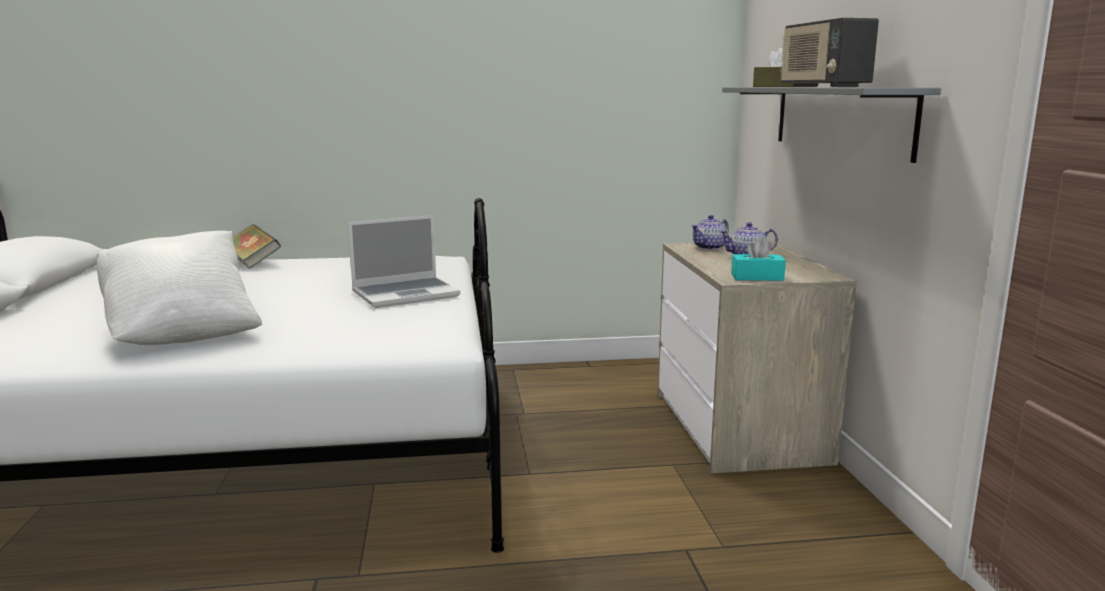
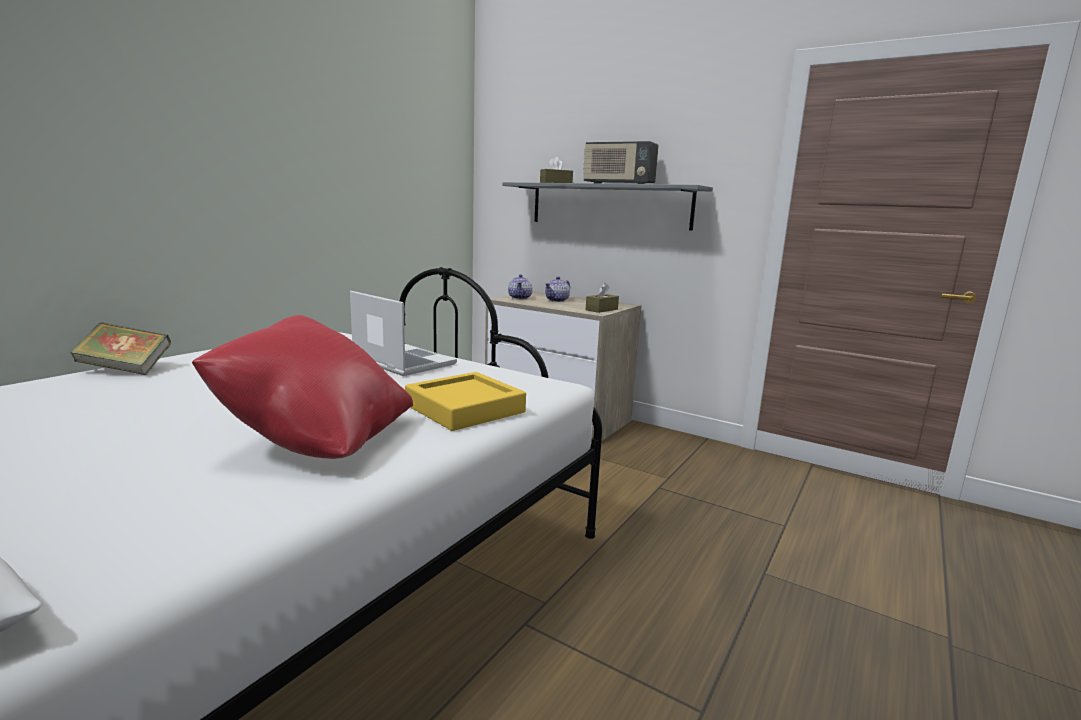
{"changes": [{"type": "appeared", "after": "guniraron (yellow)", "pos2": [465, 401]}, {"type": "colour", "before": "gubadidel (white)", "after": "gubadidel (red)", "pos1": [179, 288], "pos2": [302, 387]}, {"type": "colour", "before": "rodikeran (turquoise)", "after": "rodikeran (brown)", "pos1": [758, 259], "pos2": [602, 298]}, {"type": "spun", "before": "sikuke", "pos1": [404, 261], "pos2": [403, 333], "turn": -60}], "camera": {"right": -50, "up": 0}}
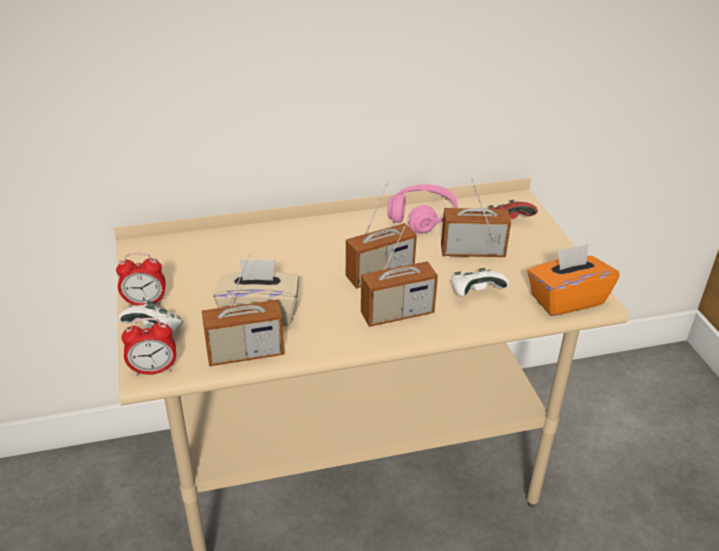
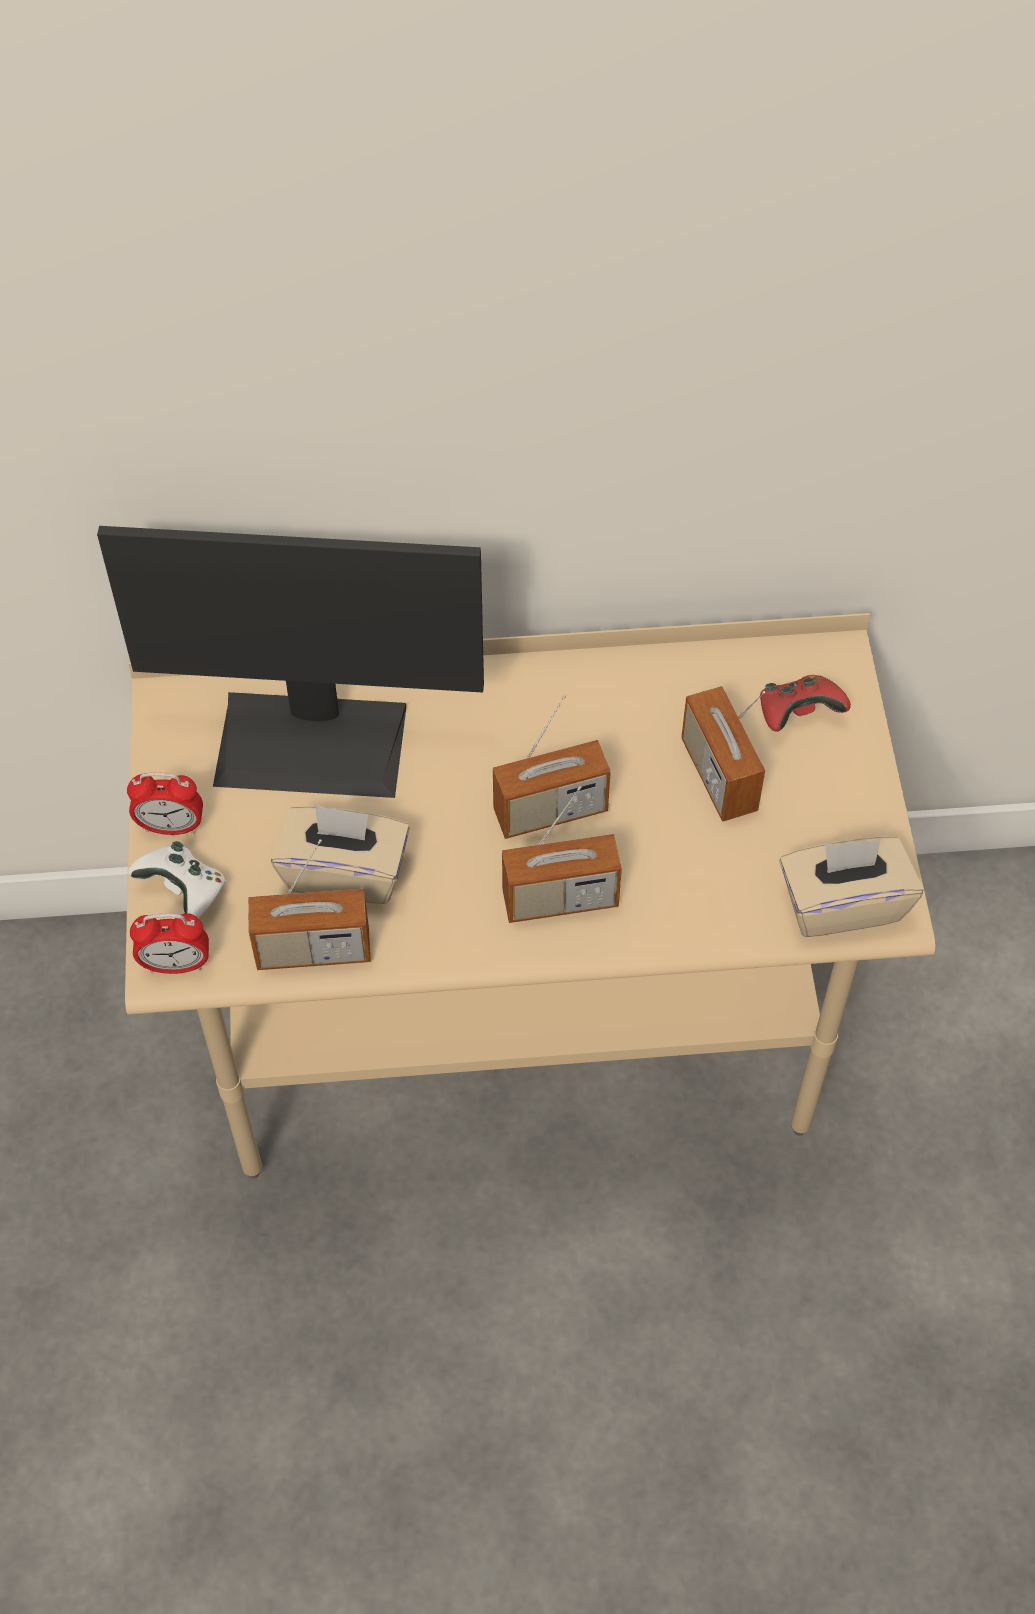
{"changes": [{"type": "missing", "before": "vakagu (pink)", "pos1": [422, 209]}, {"type": "missing", "before": "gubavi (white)", "pos1": [480, 282]}, {"type": "appeared", "after": "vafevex", "pos2": [290, 662]}, {"type": "colour", "before": "rodikeran (orange)", "after": "rodikeran (beige)", "pos1": [573, 280], "pos2": [851, 887]}, {"type": "spun", "before": "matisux", "pos1": [476, 217], "pos2": [723, 754], "turn": -120}], "camera": {"right": 10, "up": 20}}
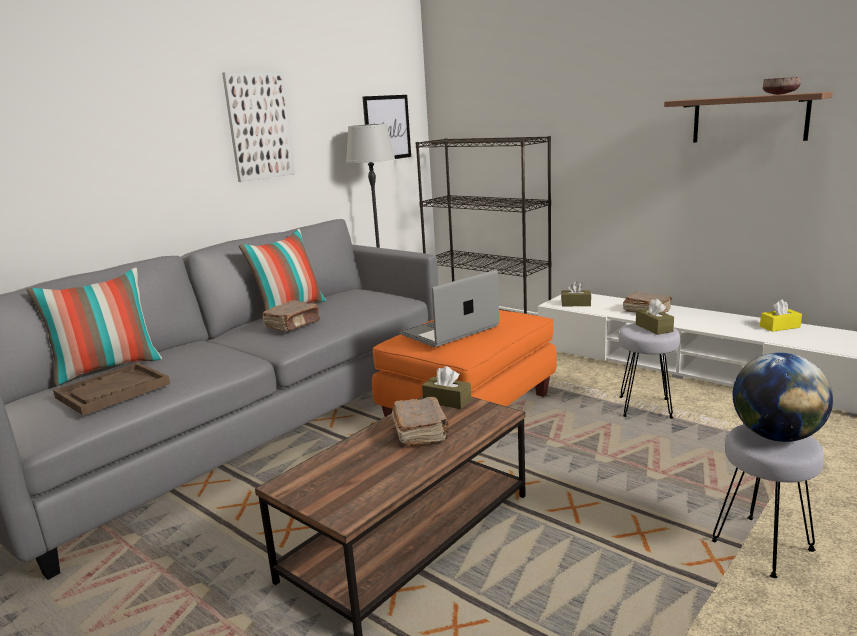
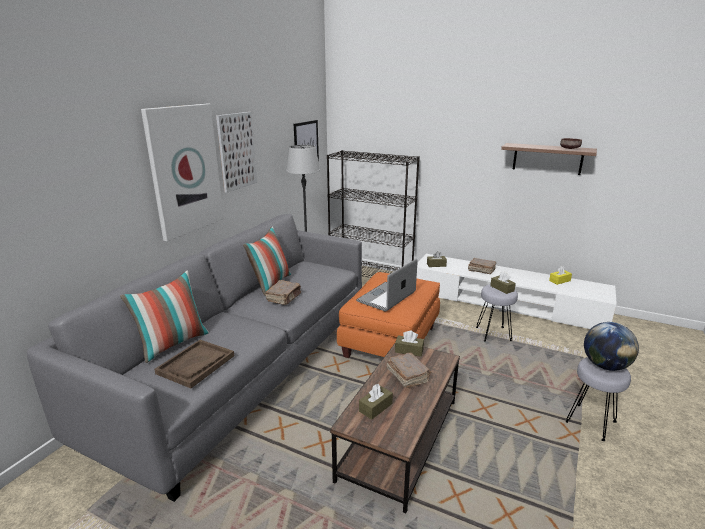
{"changes": [{"type": "appeared", "after": "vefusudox", "pos2": [182, 172]}, {"type": "appeared", "after": "rodikeran (brown)", "pos2": [376, 402]}], "camera": {"right": -15, "up": 5}}
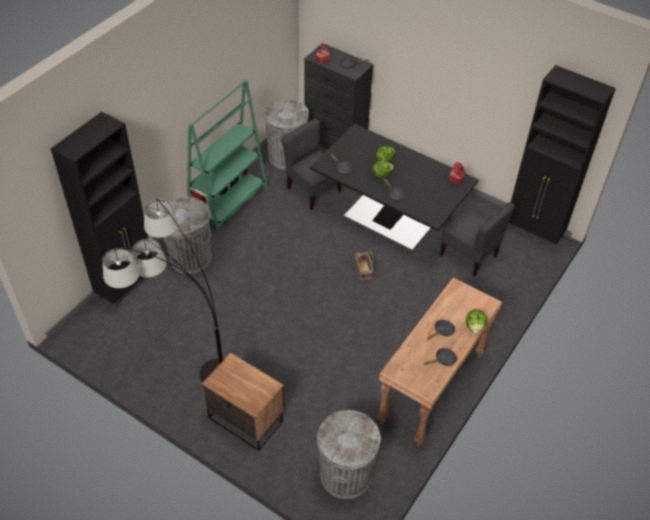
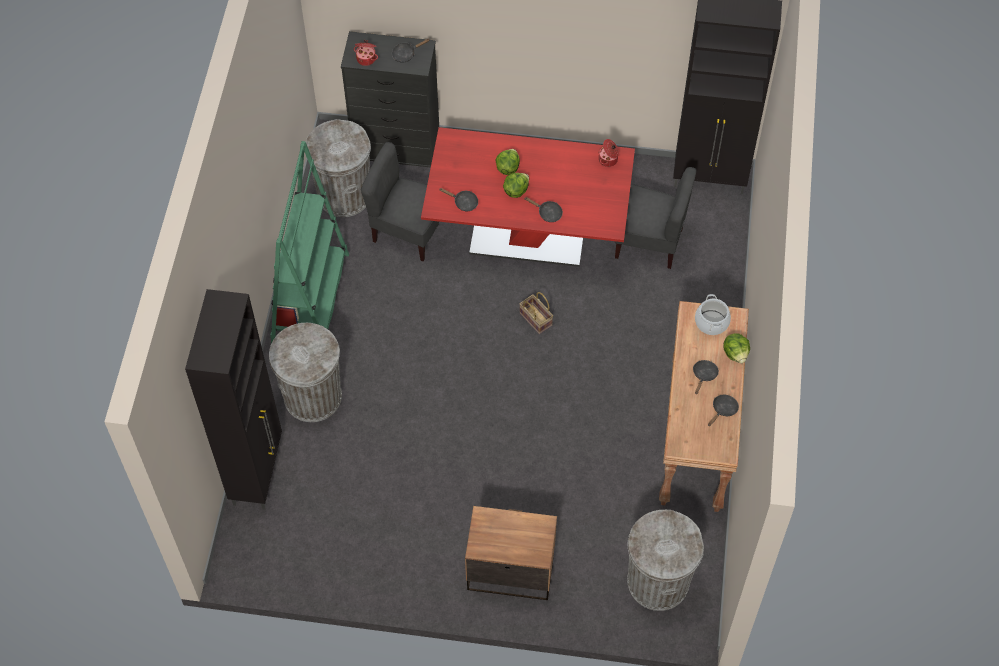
{"changes": [{"type": "missing", "before": "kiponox", "pos1": [162, 290]}, {"type": "appeared", "after": "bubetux", "pos2": [713, 314]}, {"type": "colour", "before": "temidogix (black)", "after": "temidogix (red)", "pos1": [394, 187], "pos2": [528, 197]}], "camera": {"right": -25, "up": 10}}
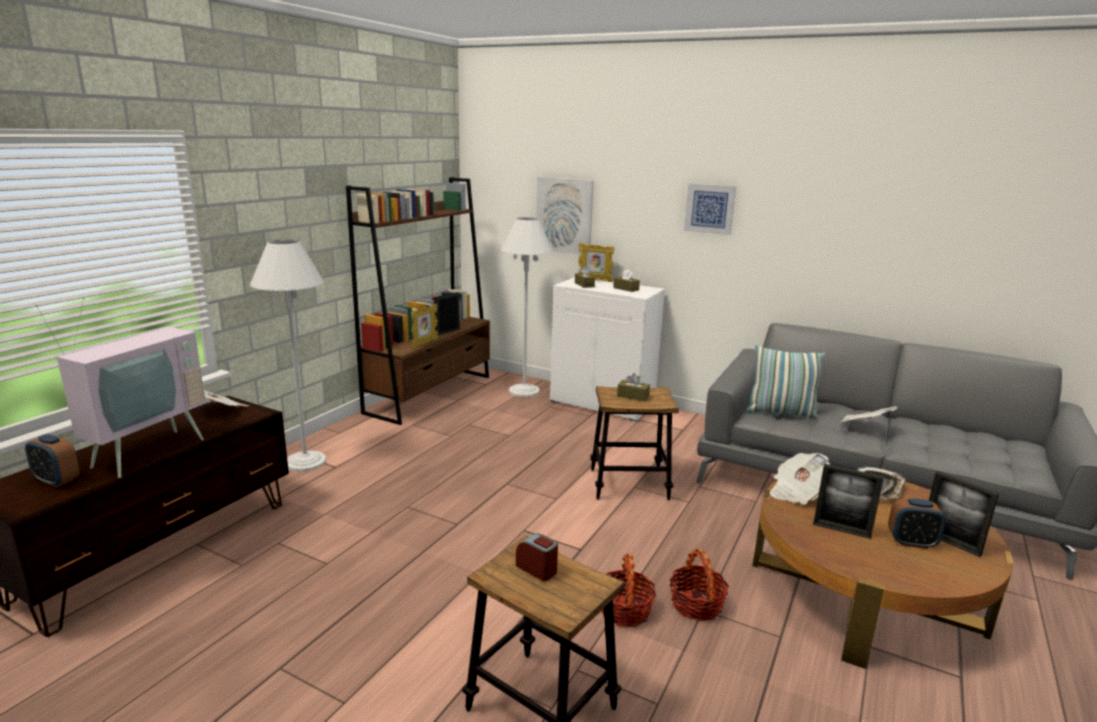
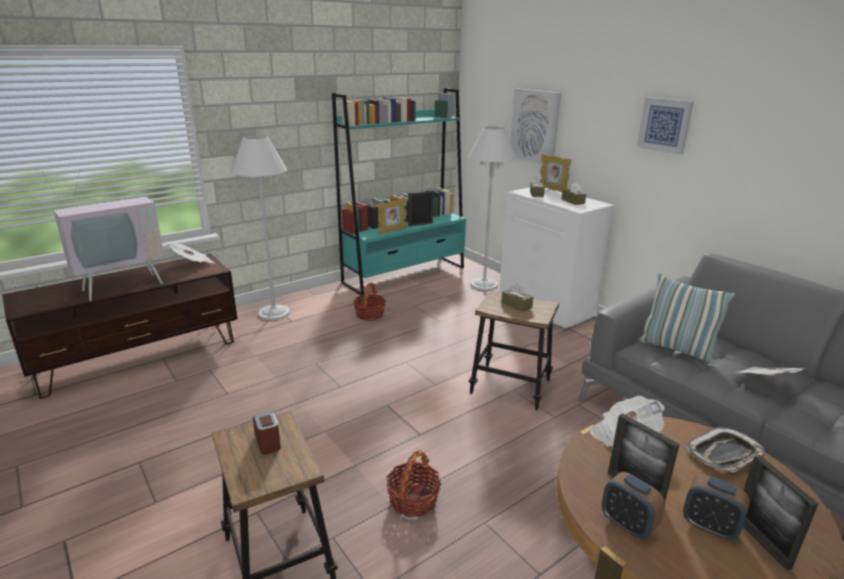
{"changes": [{"type": "relocated", "before": "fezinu", "pos1": [52, 460], "pos2": [633, 505]}, {"type": "relocated", "before": "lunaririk", "pos1": [699, 585], "pos2": [369, 301]}, {"type": "colour", "before": "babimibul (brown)", "after": "babimibul (turquoise)", "pos1": [418, 301], "pos2": [399, 191]}], "camera": {"right": 25, "up": 5}}
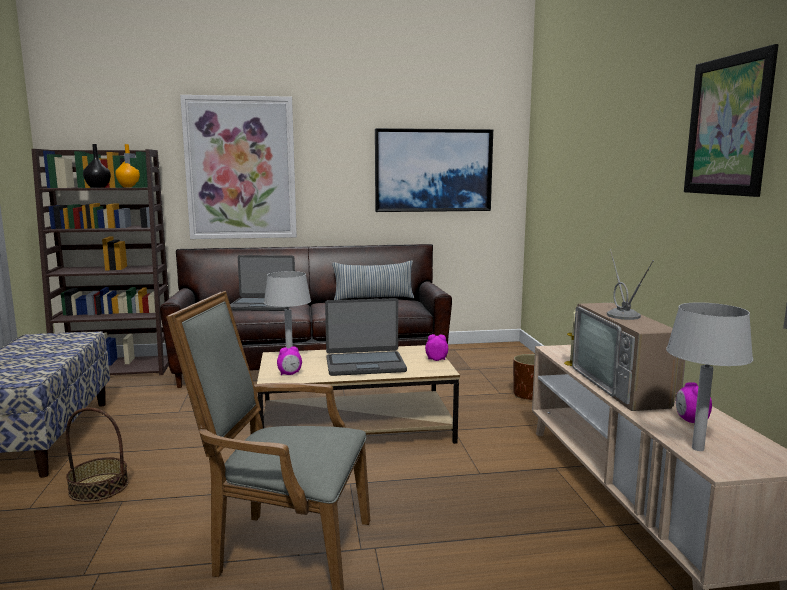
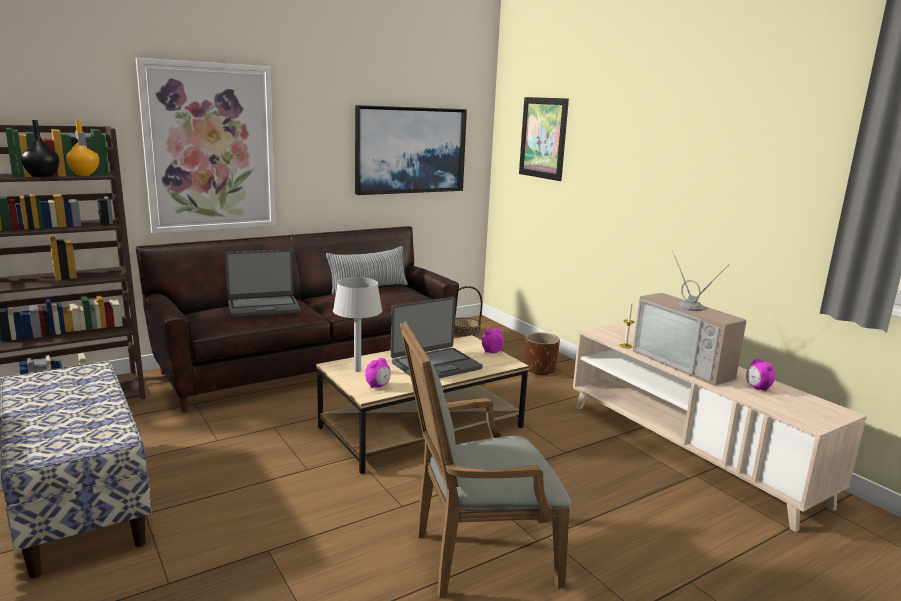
{"changes": [{"type": "missing", "before": "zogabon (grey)", "pos1": [709, 376]}, {"type": "relocated", "before": "lunaririk", "pos1": [97, 454], "pos2": [468, 311]}, {"type": "relocated", "before": "vefusudox", "pos1": [731, 120], "pos2": [544, 139]}], "camera": {"right": -25, "up": 5}}
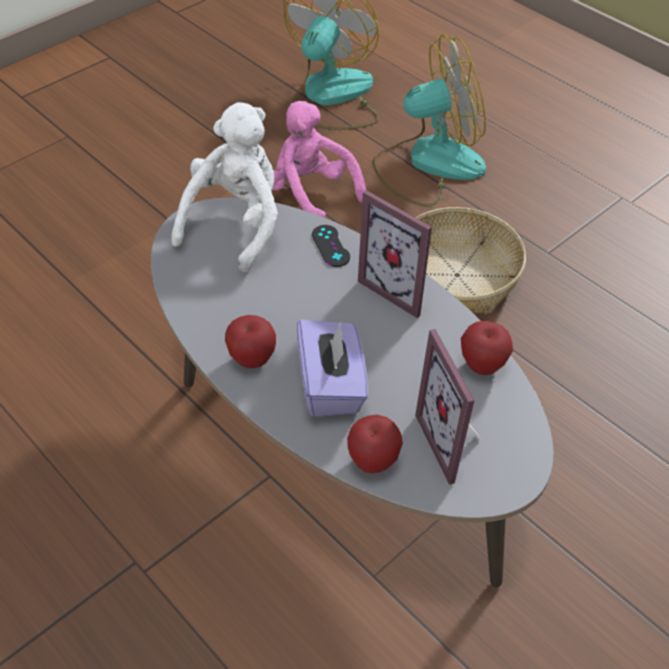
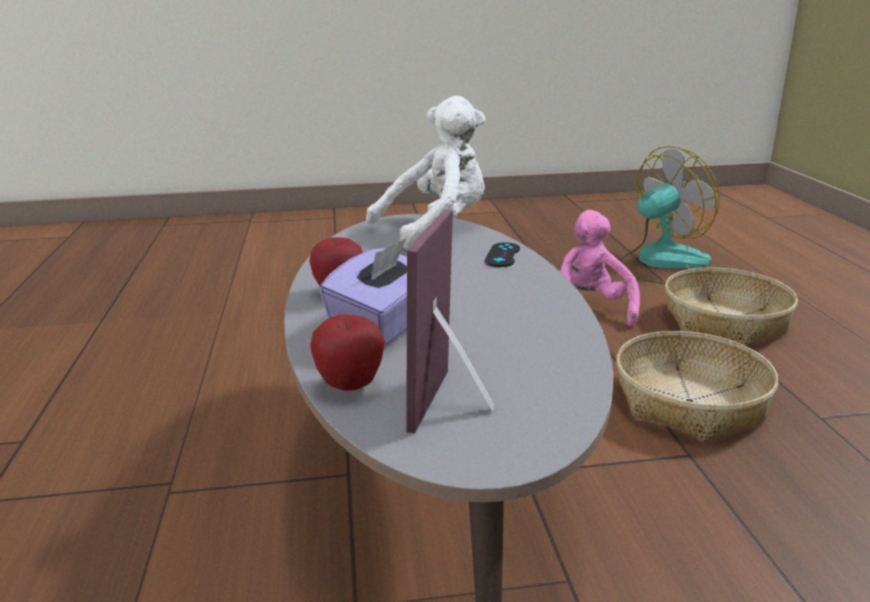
{"changes": [{"type": "missing", "before": "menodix", "pos1": [395, 254]}, {"type": "missing", "before": "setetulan", "pos1": [487, 348]}, {"type": "exchanged", "before": "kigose", "after": "lunaririk", "pos1": [429, 120], "pos2": [731, 306]}], "camera": {"right": 35, "up": -25}}
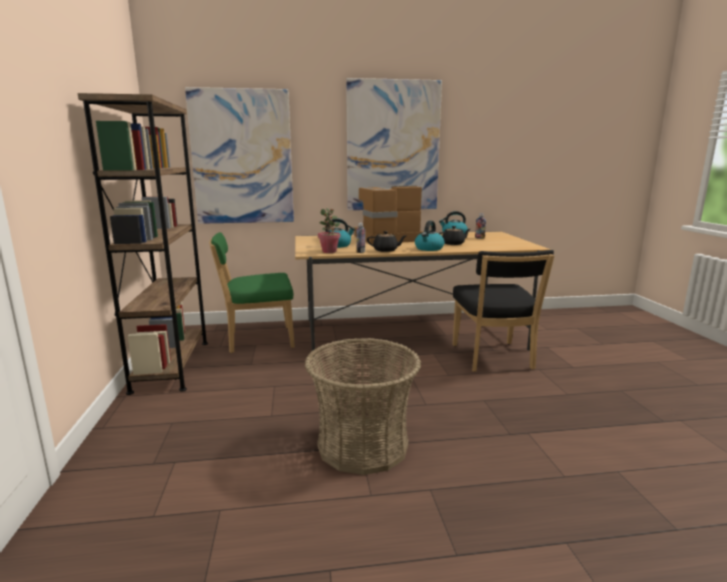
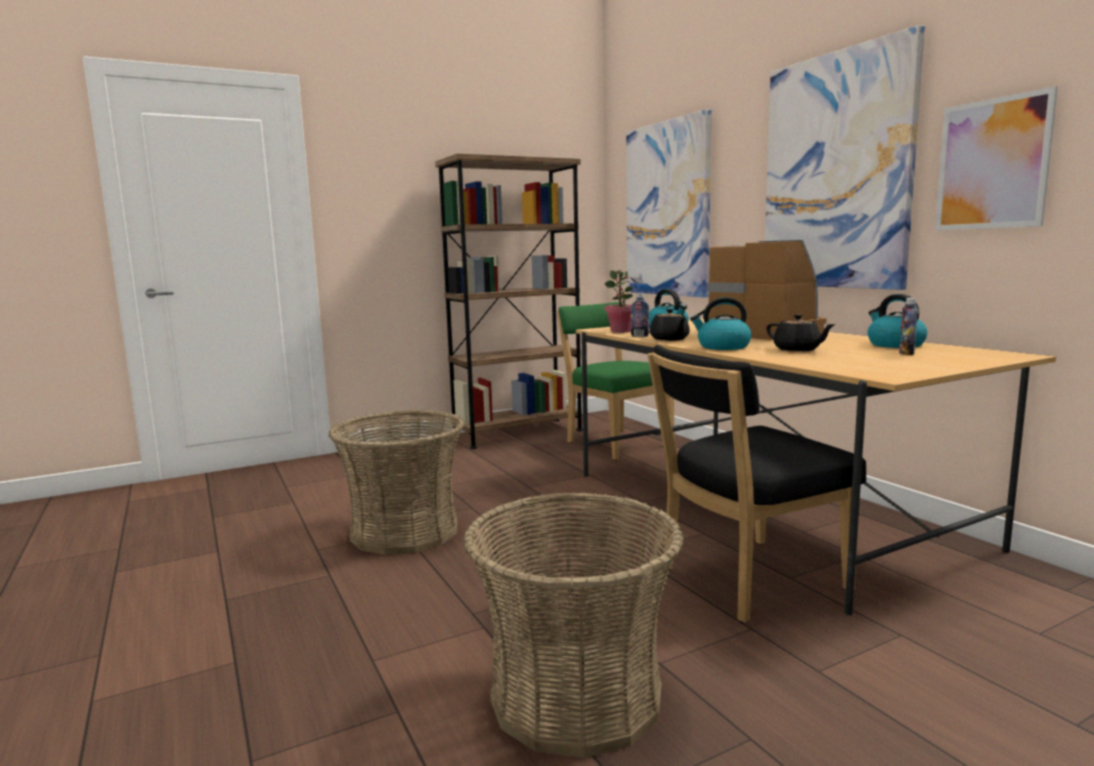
{"changes": [{"type": "appeared", "after": "lunaririk", "pos2": [573, 625]}, {"type": "appeared", "after": "vefusudox", "pos2": [996, 158]}], "camera": {"right": 70, "up": -5}}
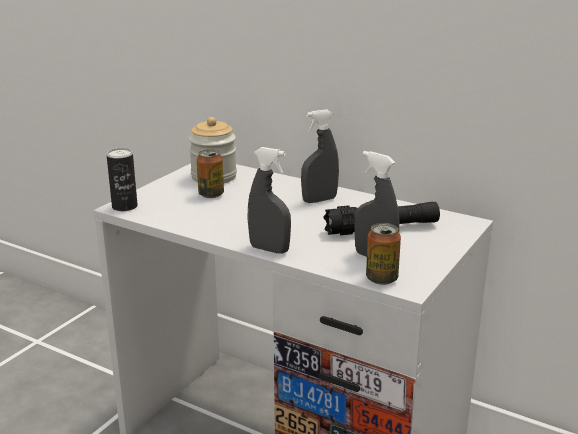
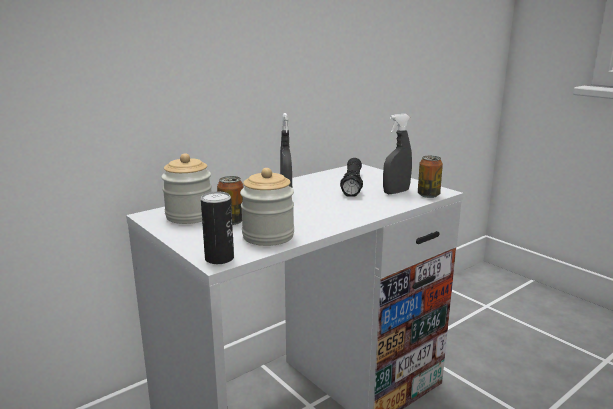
{"changes": [{"type": "missing", "before": "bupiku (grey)", "pos1": [269, 200]}, {"type": "appeared", "after": "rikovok", "pos2": [267, 207]}], "camera": {"right": -70, "up": -5}}
